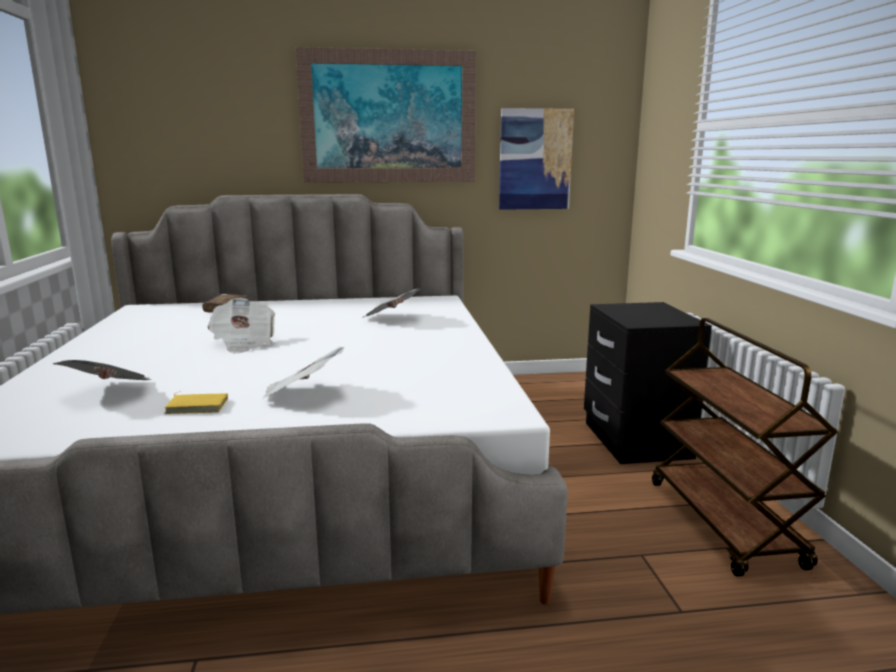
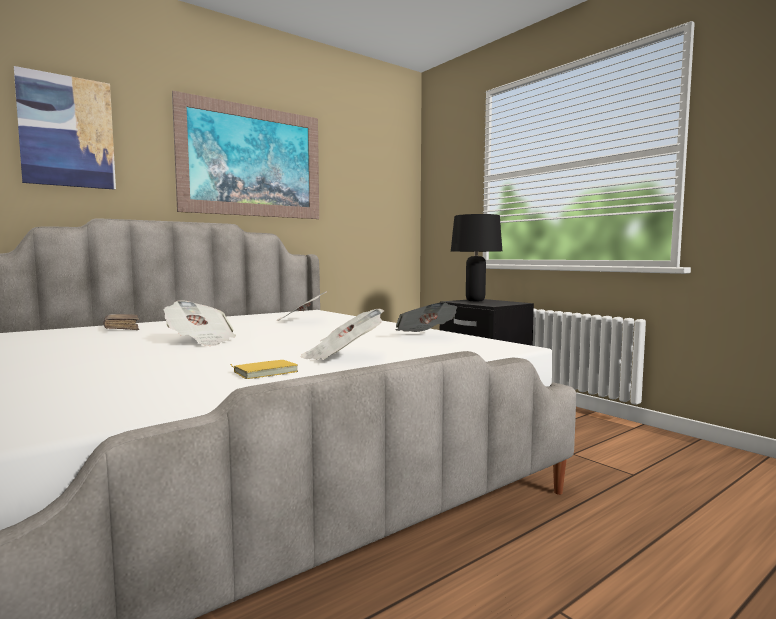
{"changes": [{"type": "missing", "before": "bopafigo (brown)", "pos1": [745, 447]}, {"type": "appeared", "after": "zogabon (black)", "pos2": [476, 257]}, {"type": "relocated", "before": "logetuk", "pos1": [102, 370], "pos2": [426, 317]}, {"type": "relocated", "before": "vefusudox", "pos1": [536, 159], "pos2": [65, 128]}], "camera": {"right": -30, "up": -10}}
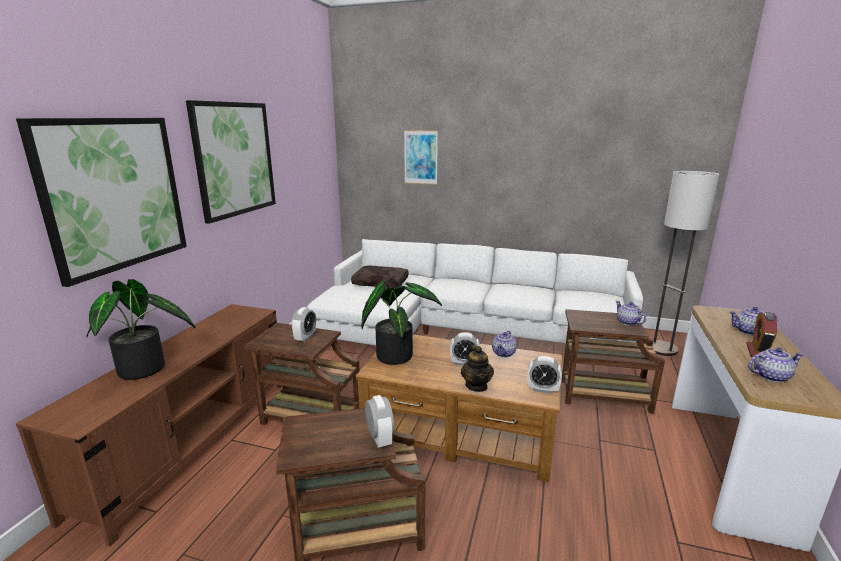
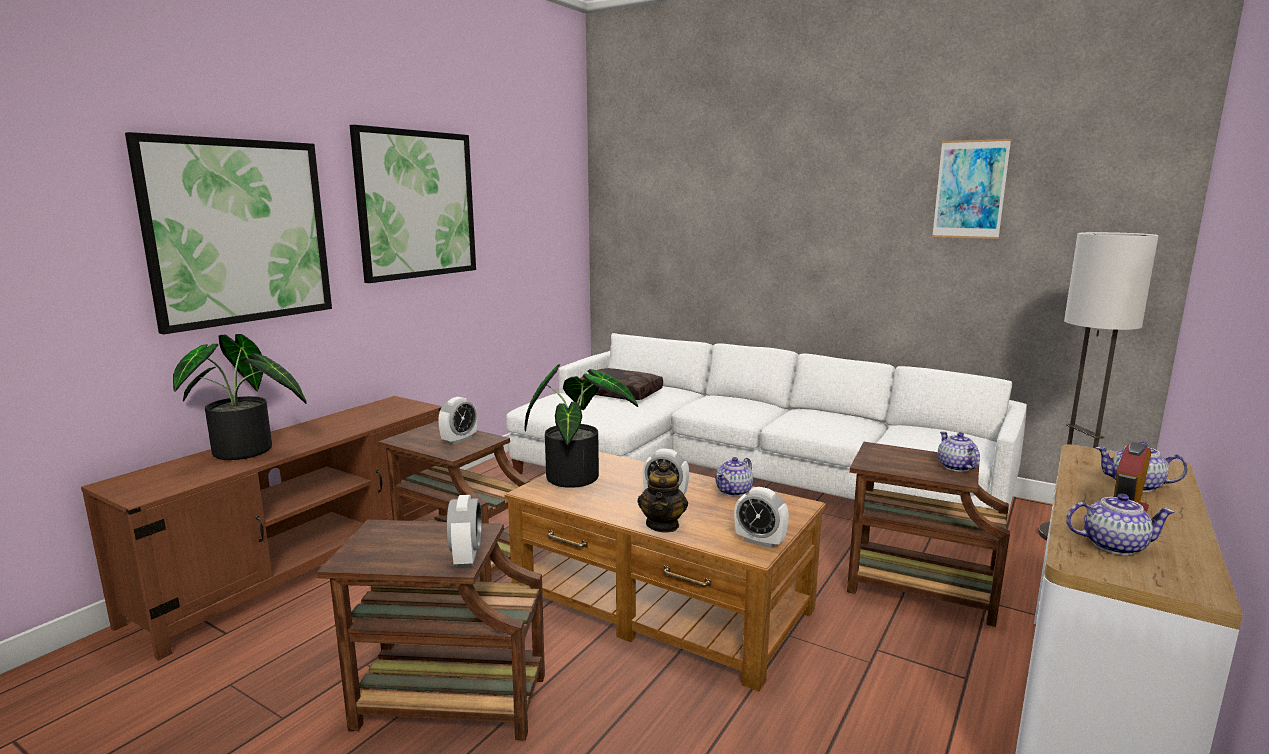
{"changes": [{"type": "relocated", "before": "vefusudox", "pos1": [421, 157], "pos2": [971, 189]}], "camera": {"right": 15, "up": -5}}
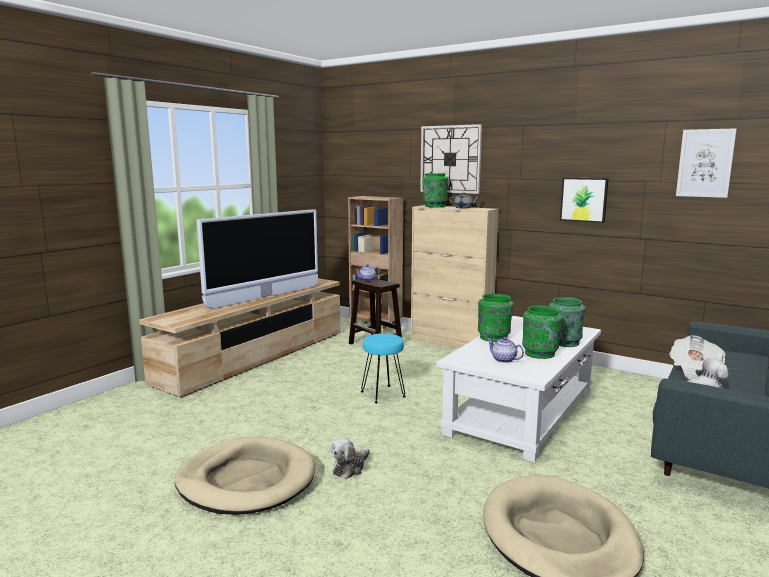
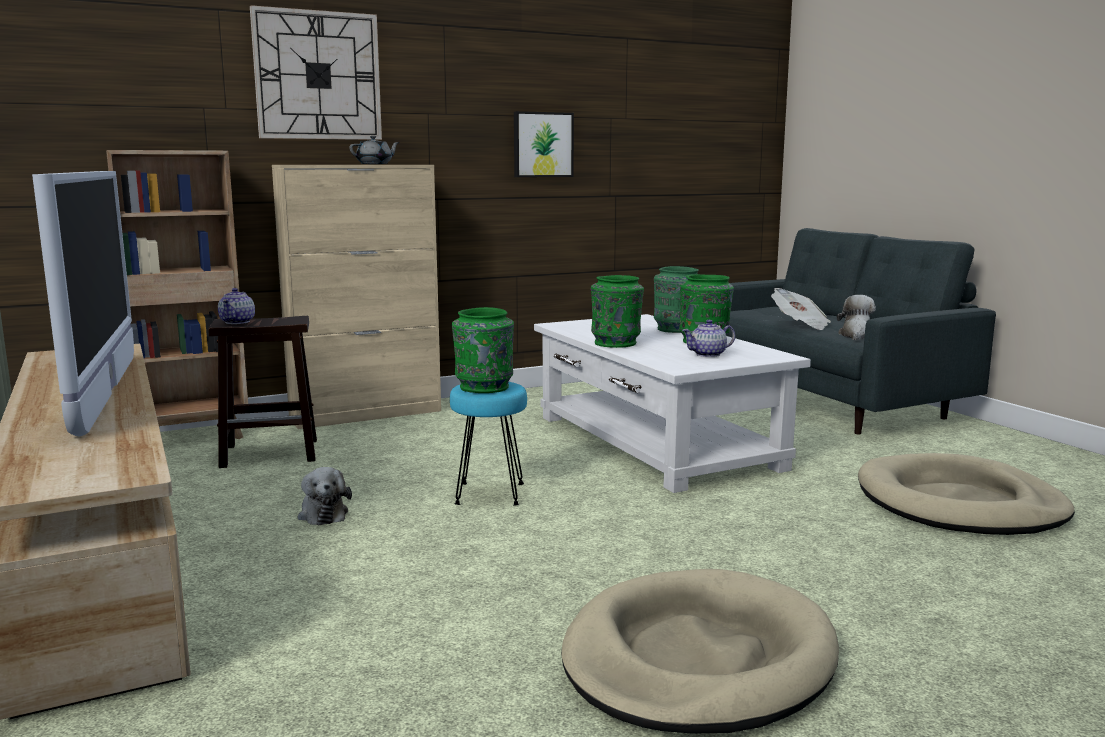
{"changes": [{"type": "missing", "before": "vefusudox", "pos1": [706, 163]}, {"type": "relocated", "before": "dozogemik", "pos1": [350, 458], "pos2": [325, 496]}, {"type": "relocated", "before": "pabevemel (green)", "pos1": [435, 190], "pos2": [483, 350]}], "camera": {"right": -60, "up": 0}}
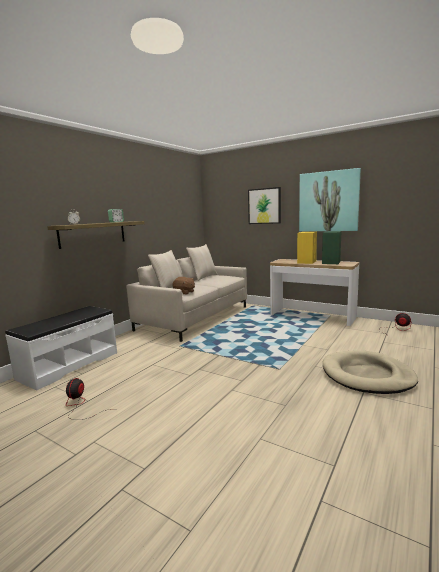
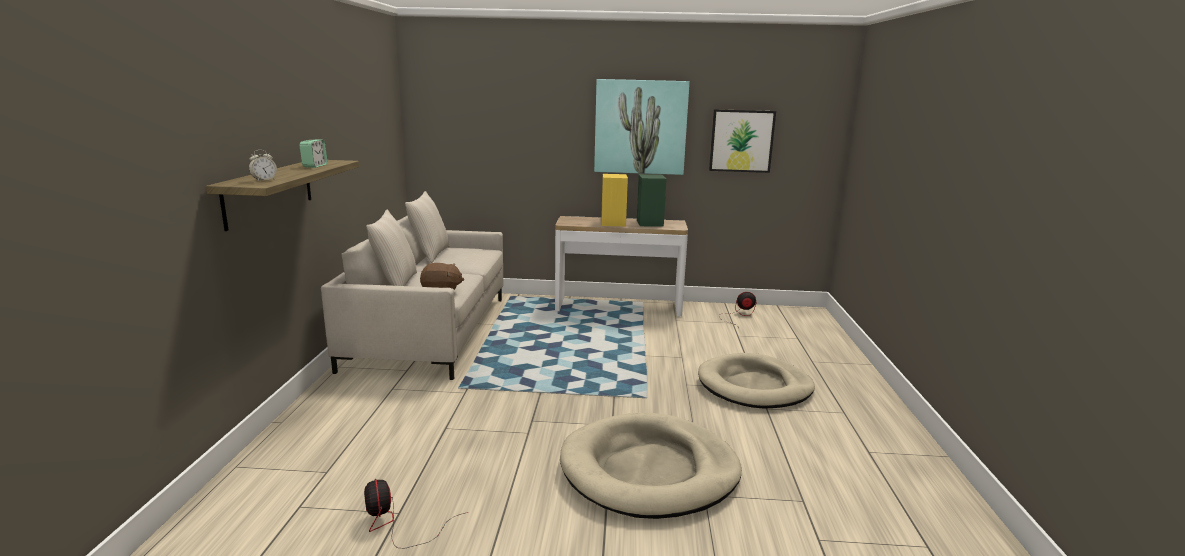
{"changes": [{"type": "missing", "before": "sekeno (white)", "pos1": [61, 348]}, {"type": "appeared", "after": "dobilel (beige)", "pos2": [651, 466]}, {"type": "relocated", "before": "vefusudox", "pos1": [264, 205], "pos2": [742, 141]}], "camera": {"right": -30, "up": 5}}
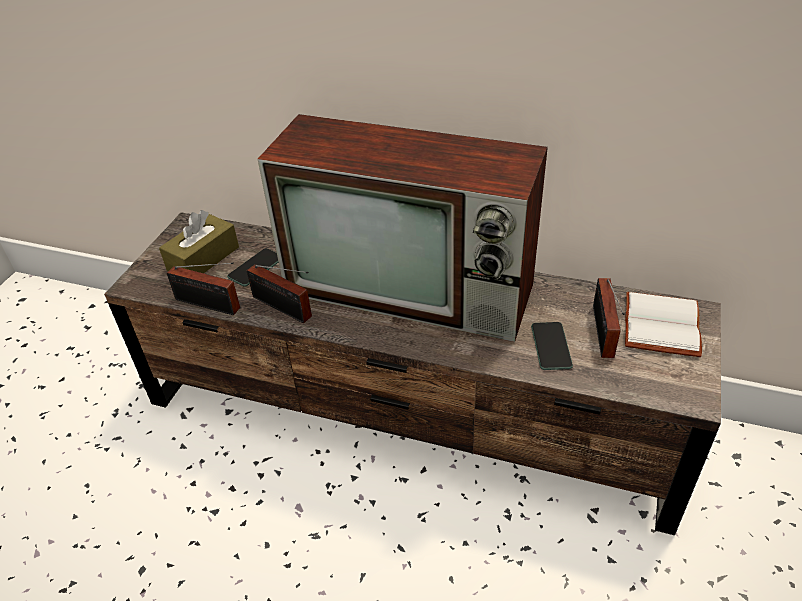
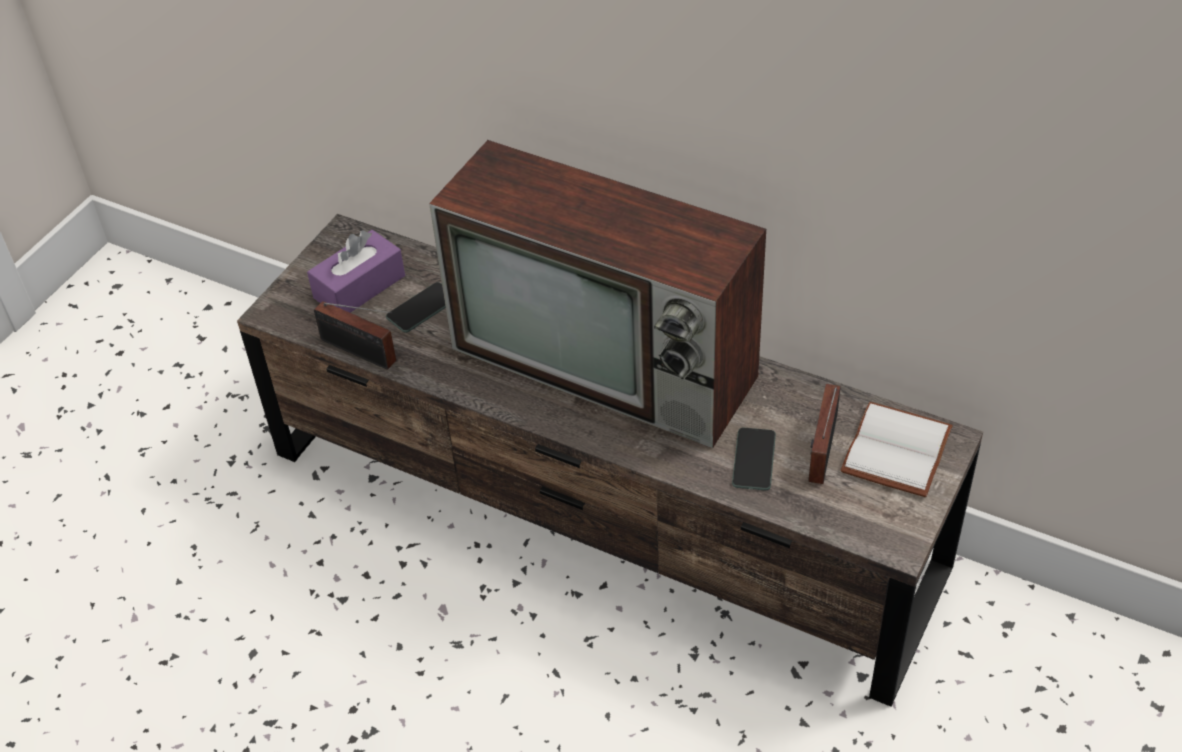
{"changes": [{"type": "missing", "before": "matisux", "pos1": [279, 293]}, {"type": "colour", "before": "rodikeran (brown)", "after": "rodikeran (purple)", "pos1": [199, 241], "pos2": [356, 271]}], "camera": {"right": 10, "up": 5}}
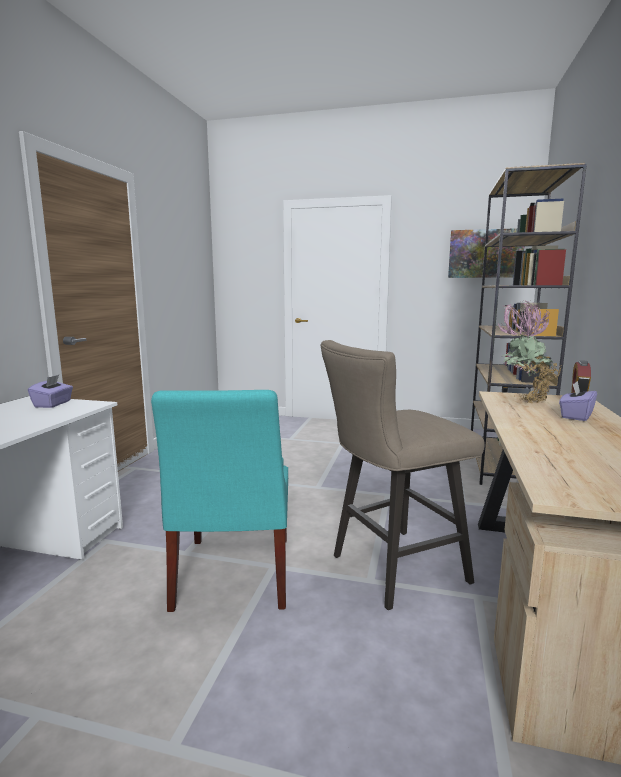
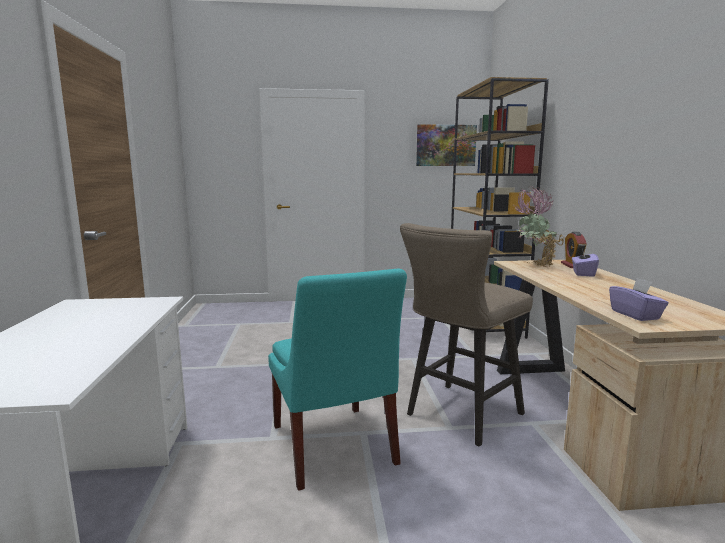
{"changes": [{"type": "relocated", "before": "rodikeran (purple)", "pos1": [50, 391], "pos2": [639, 299]}], "camera": {"right": -20, "up": 0}}
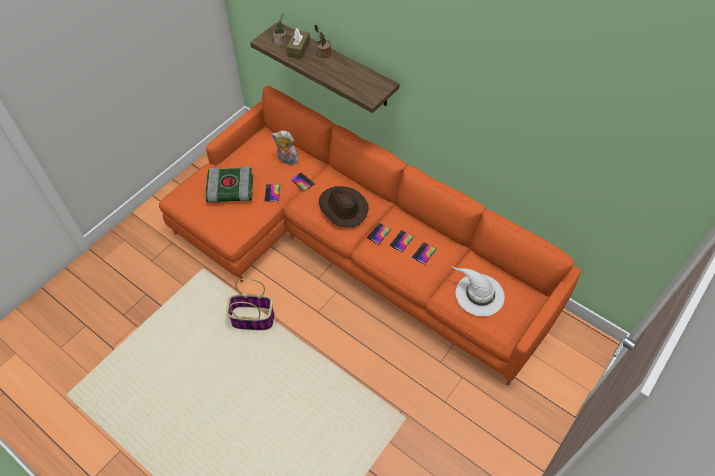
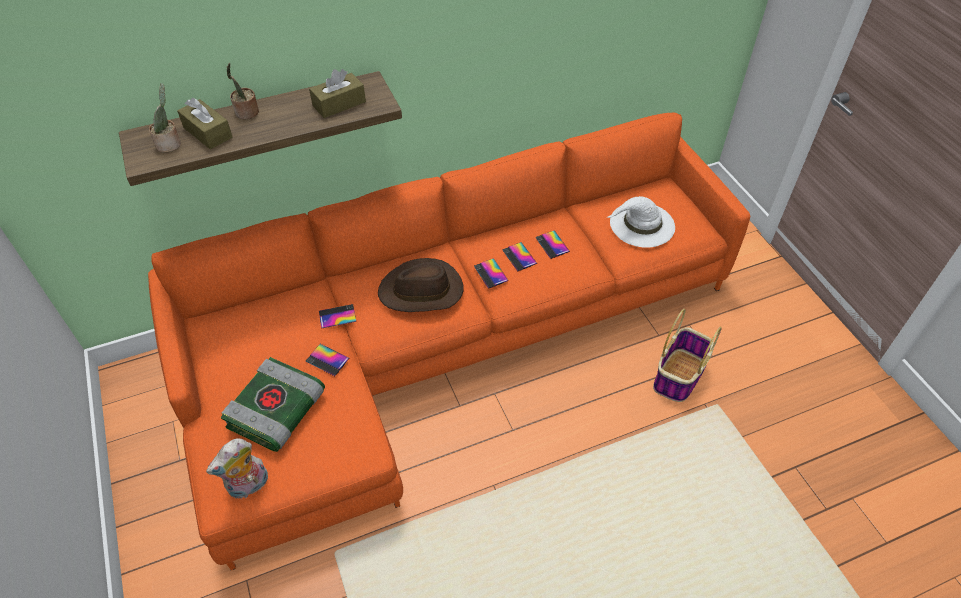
{"changes": [{"type": "appeared", "after": "rodikeran (brown)", "pos2": [337, 93]}, {"type": "relocated", "before": "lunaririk", "pos1": [250, 304], "pos2": [687, 355]}, {"type": "relocated", "before": "dozogemik", "pos1": [285, 147], "pos2": [237, 468]}], "camera": {"right": -60, "up": -5}}
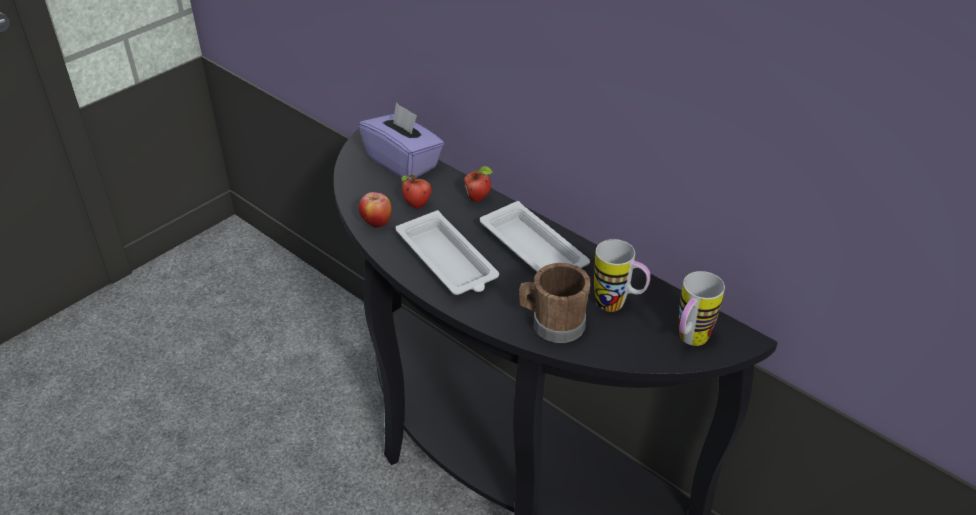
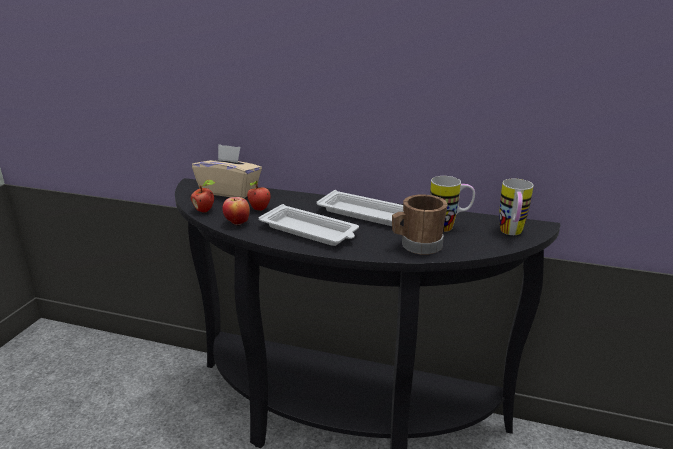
{"changes": [{"type": "relocated", "before": "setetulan", "pos1": [478, 184], "pos2": [203, 196]}, {"type": "colour", "before": "rodikeran (purple)", "after": "rodikeran (beige)", "pos1": [401, 141], "pos2": [227, 171]}], "camera": {"right": -25, "up": -15}}
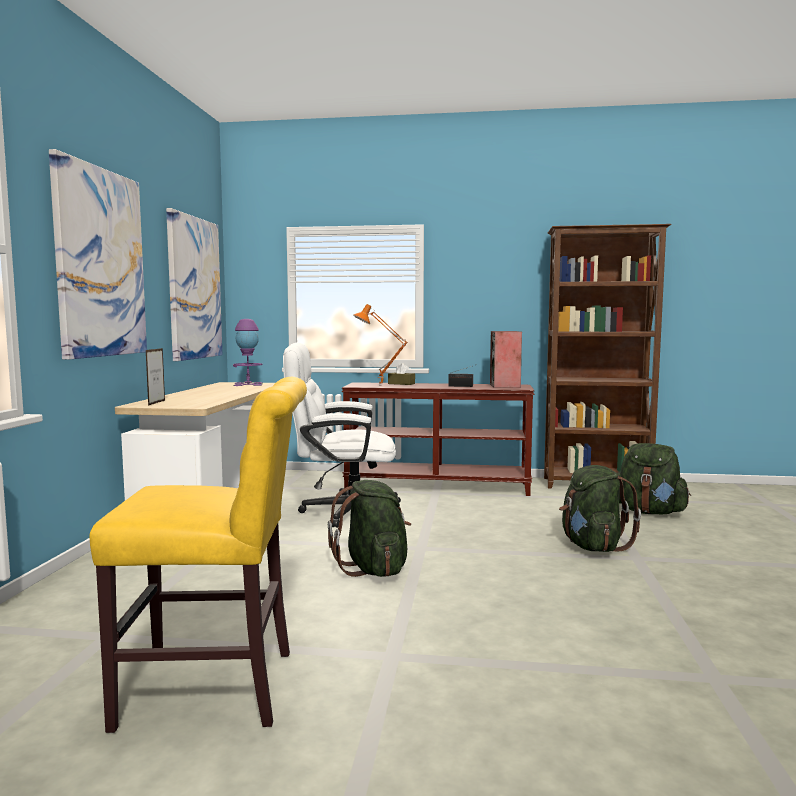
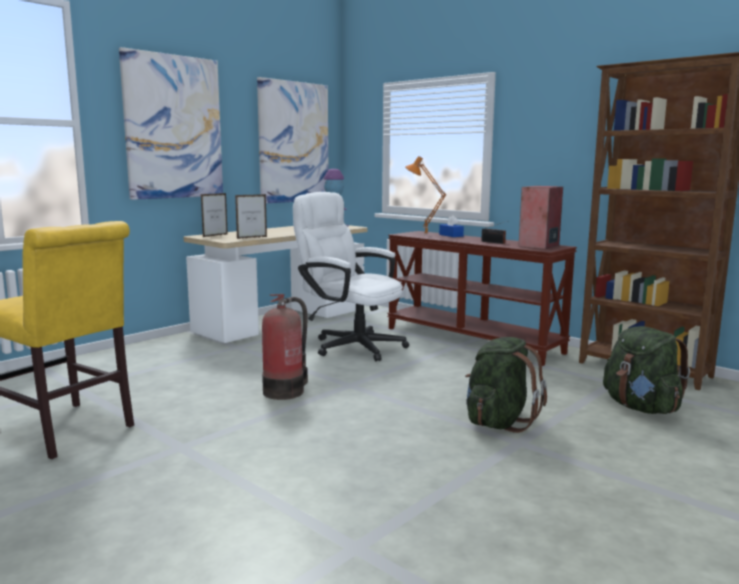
{"changes": [{"type": "appeared", "after": "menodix", "pos2": [251, 216]}, {"type": "exchanged", "before": "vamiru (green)", "after": "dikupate", "pos1": [369, 528], "pos2": [285, 347]}, {"type": "colour", "before": "rodikeran (brown)", "after": "rodikeran (blue)", "pos1": [401, 374], "pos2": [451, 226]}], "camera": {"right": 35, "up": 5}}
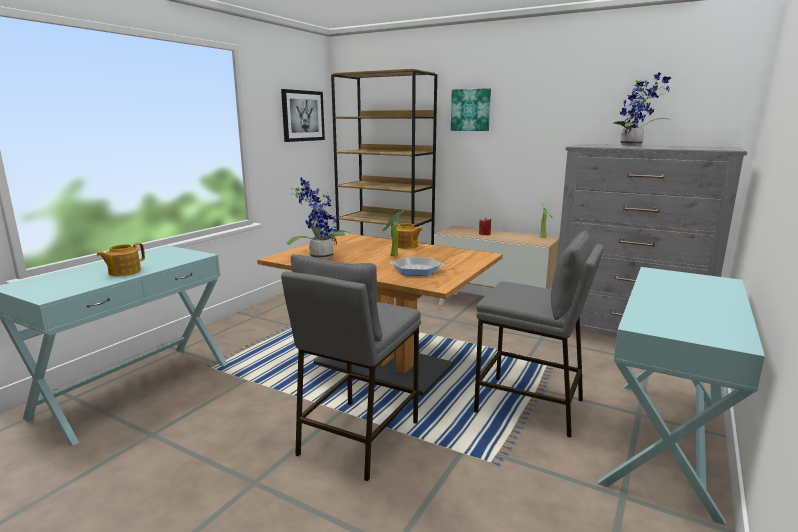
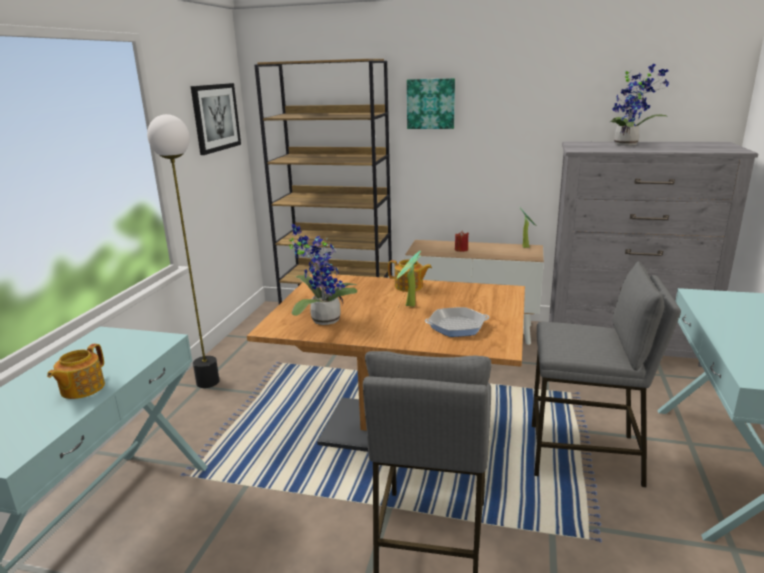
{"changes": [{"type": "appeared", "after": "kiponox", "pos2": [183, 251]}], "camera": {"right": -15, "up": 5}}
